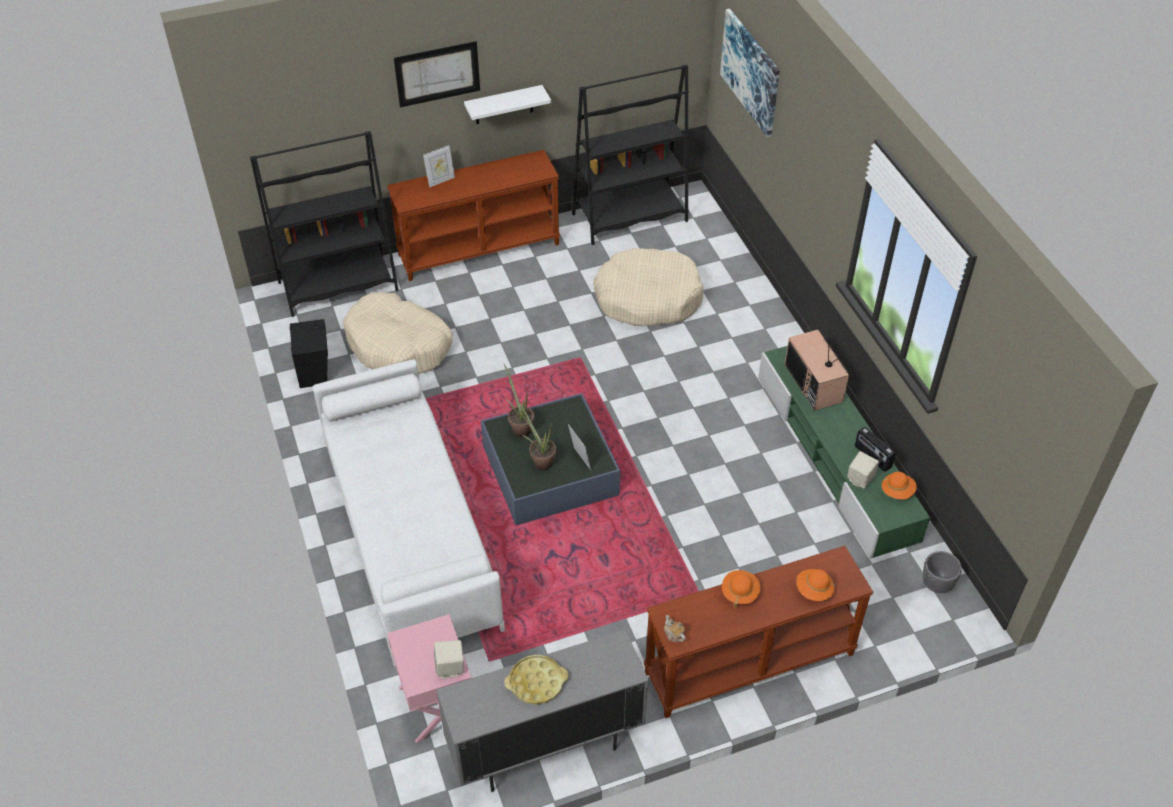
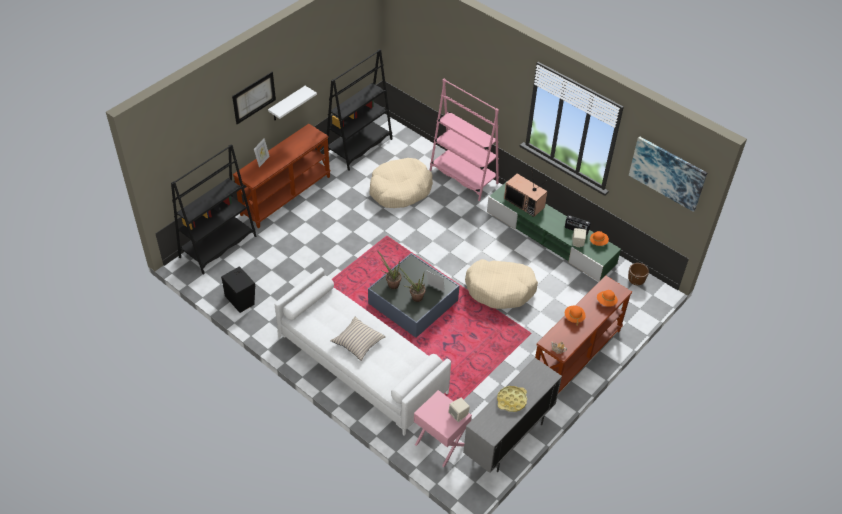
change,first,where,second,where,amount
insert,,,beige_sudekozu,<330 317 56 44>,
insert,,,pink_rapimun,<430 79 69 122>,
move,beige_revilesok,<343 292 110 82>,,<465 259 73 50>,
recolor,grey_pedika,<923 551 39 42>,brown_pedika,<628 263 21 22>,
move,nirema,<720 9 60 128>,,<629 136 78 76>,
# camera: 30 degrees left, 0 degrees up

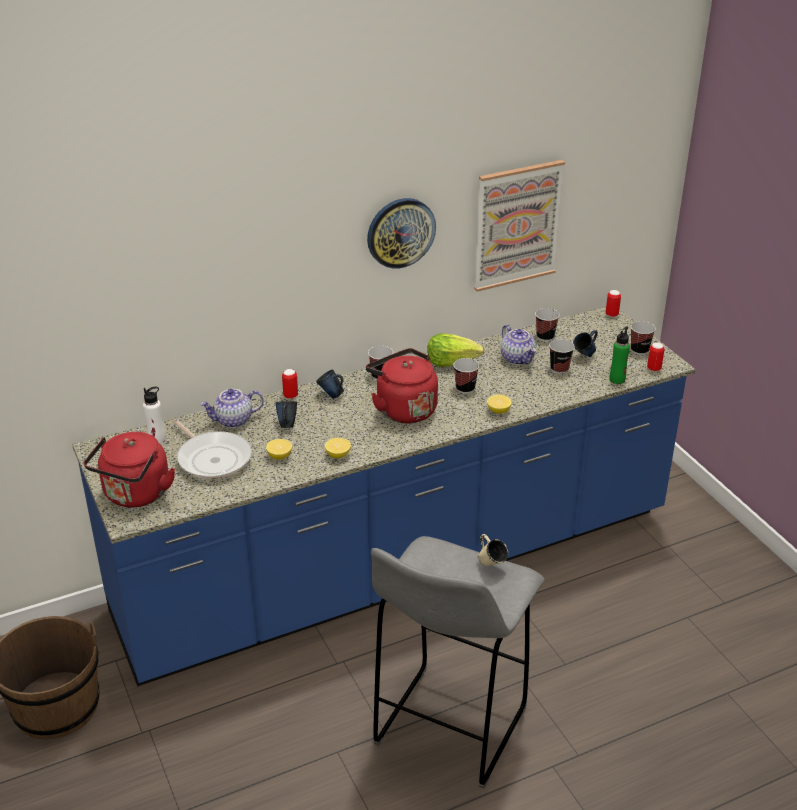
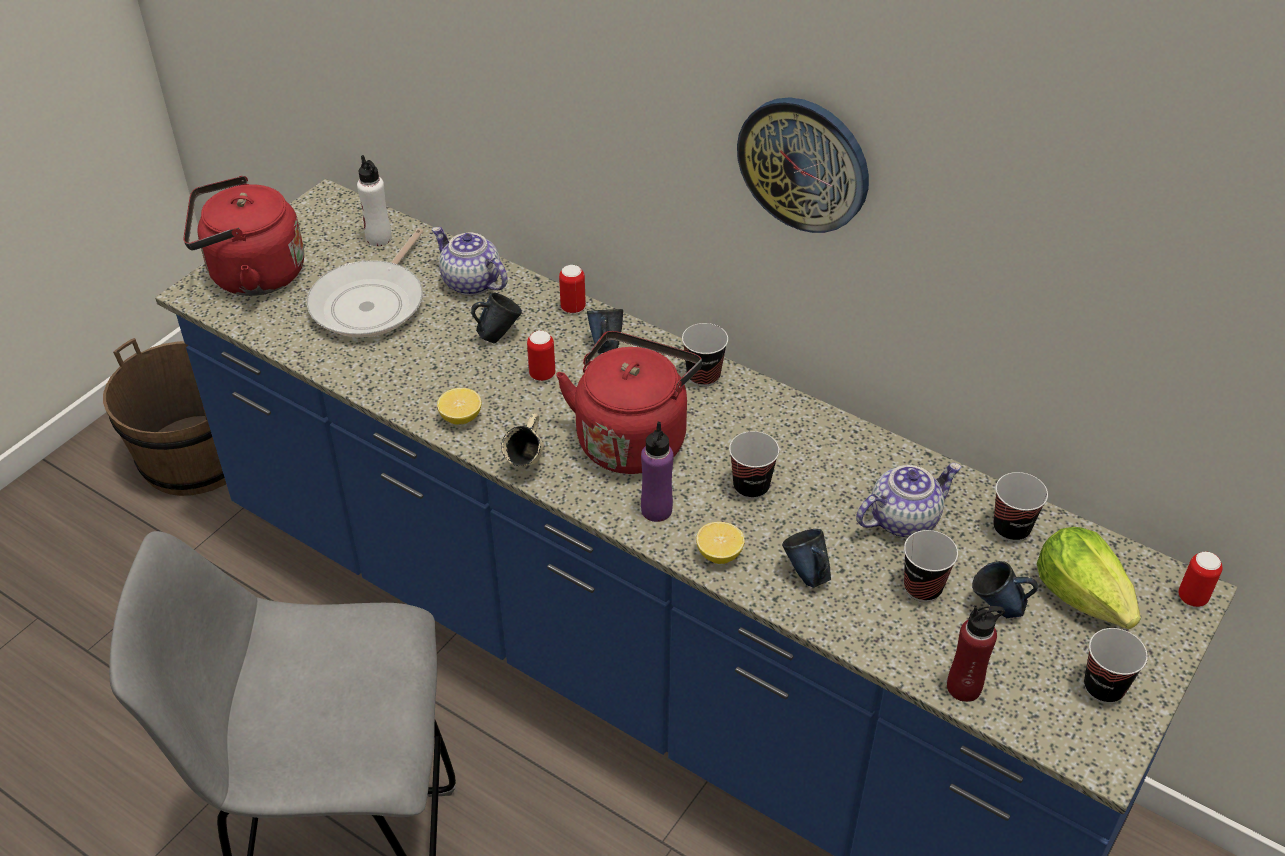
change,first,where,second,where,amount
move,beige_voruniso,<478 534 30 32>,,<501 413 43 53>,
move,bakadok,<647 343 18 29>,,<527 331 28 50>,
insert,,,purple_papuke,<641 422 33 100>,
insert,,,blue_voruniso,<782 529 49 59>,
rotate,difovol,<501 325 35 40>,,<856 463 105 75>,150 degrees counterclockwise
recolor,green_papuke,<609 326 21 58>,red_papuke,<947 605 58 97>,
move,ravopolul,<427 333 57 34>,,<1037 527 104 102>,
delete,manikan,<266 439 26 21>,,,
delete,nirema,<474 160 91 132>,,,
# camera: 60 degrees right, 10 degrees up

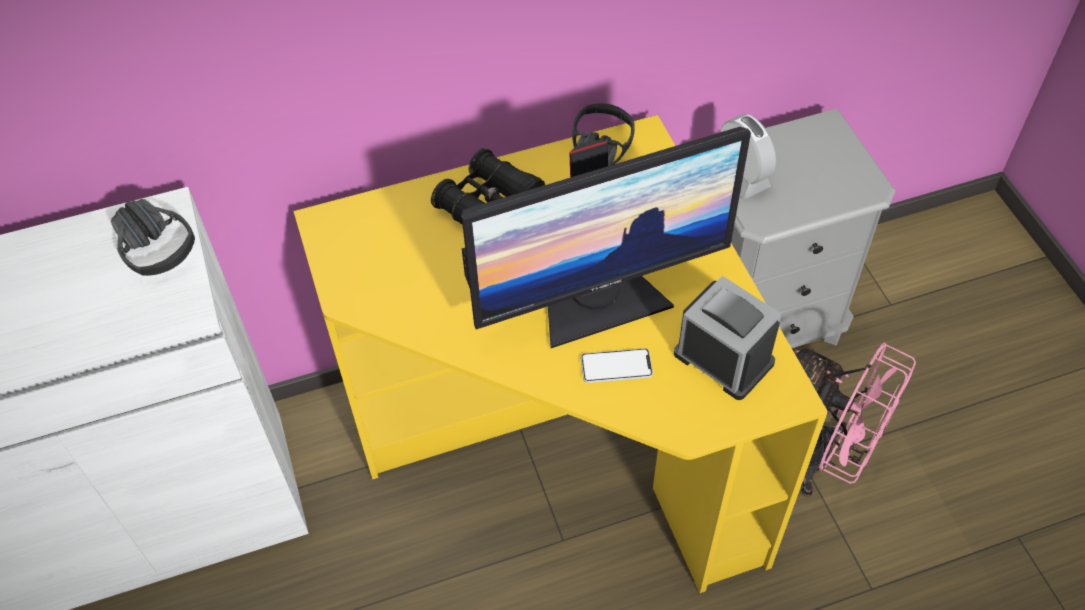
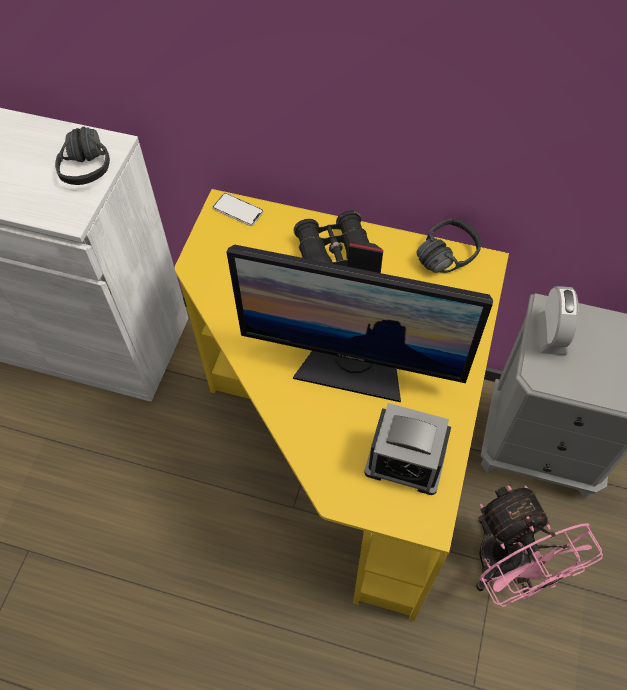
change,first,where,second,where,amount
move,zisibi,<581 348 72 35>,,<213 193 51 33>,
rotate,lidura,<674 276 107 124>,,<364 403 87 92>,120 degrees clockwise
# camera: 35 degrees right, 5 degrees up

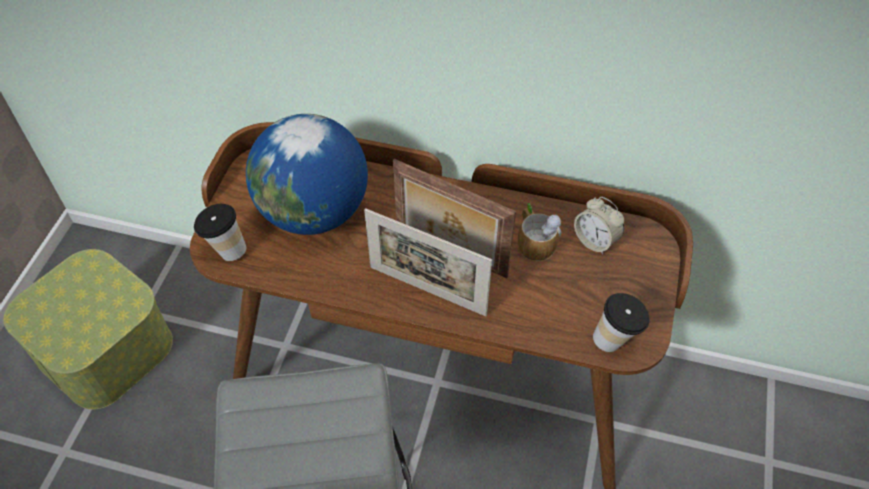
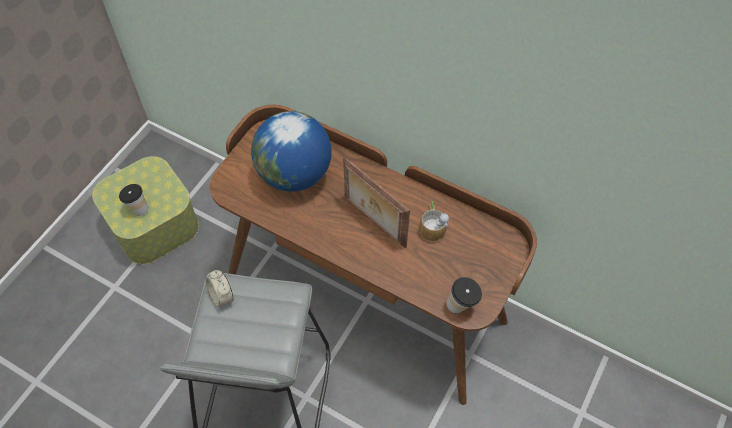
change,first,where,second,where,amount
move,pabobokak,<194 204 53 57>,,<119 184 30 32>,
move,lidura,<574 197 50 58>,,<206 270 28 38>,
delete,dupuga,<364 208 128 108>,,,
# camera: 15 degrees right, 5 degrees up

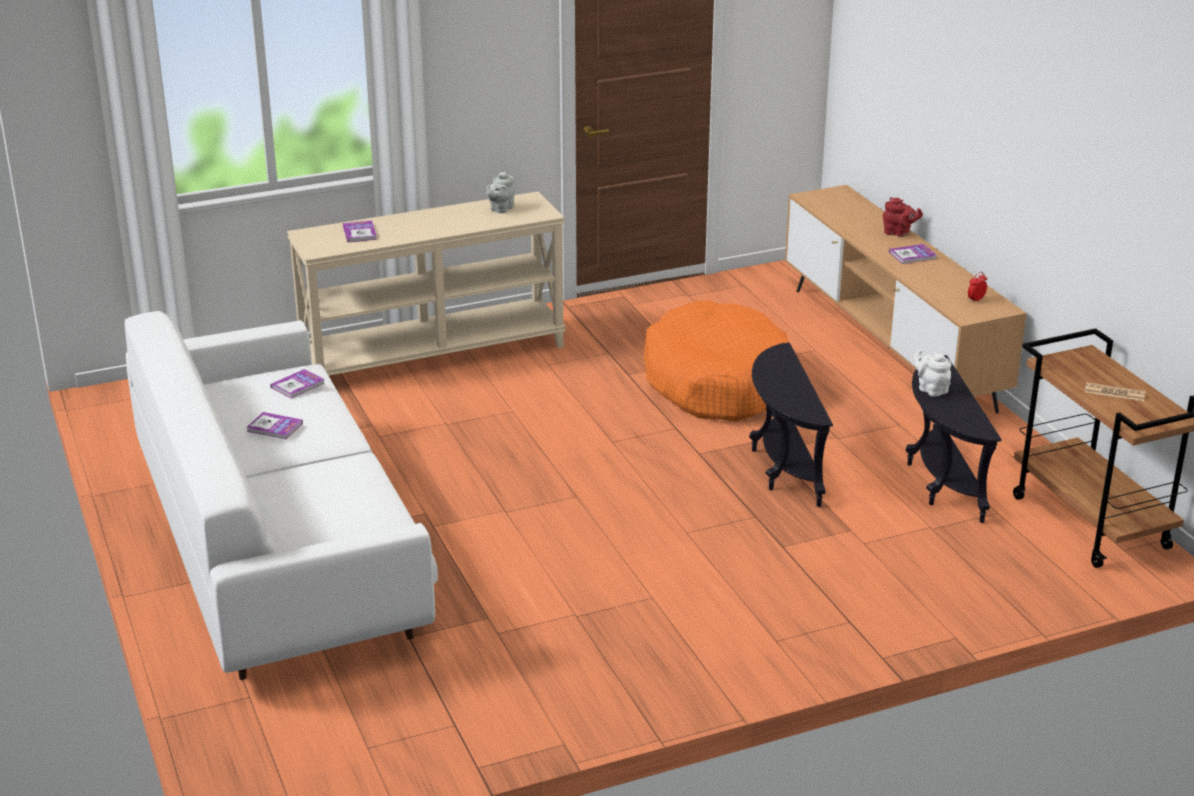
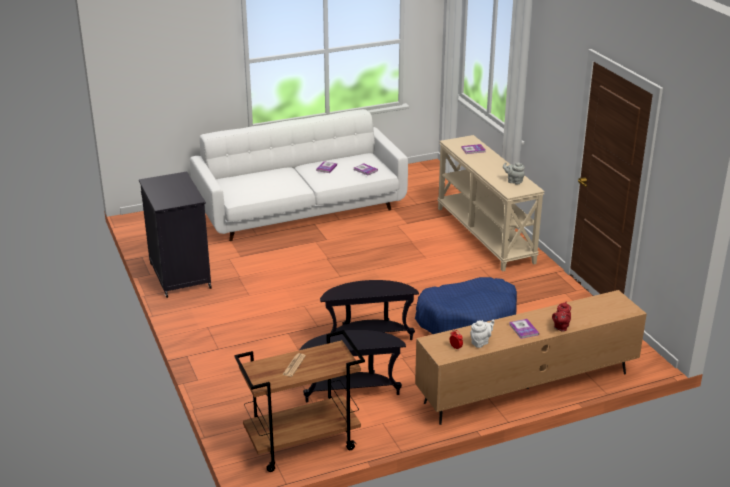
change,first,where,second,where,amount
insert,,,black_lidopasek,<139 171 73 127>,
recolor,orange_revilesok,<644 300 145 121>,blue_revilesok,<415 277 102 57>,
move,white_difovol,<914 349 37 48>,,<470 320 25 28>,
# camera: 90 degrees right, 0 degrees up

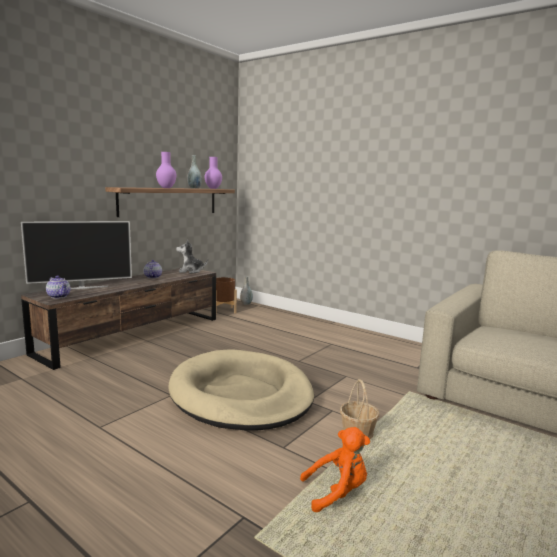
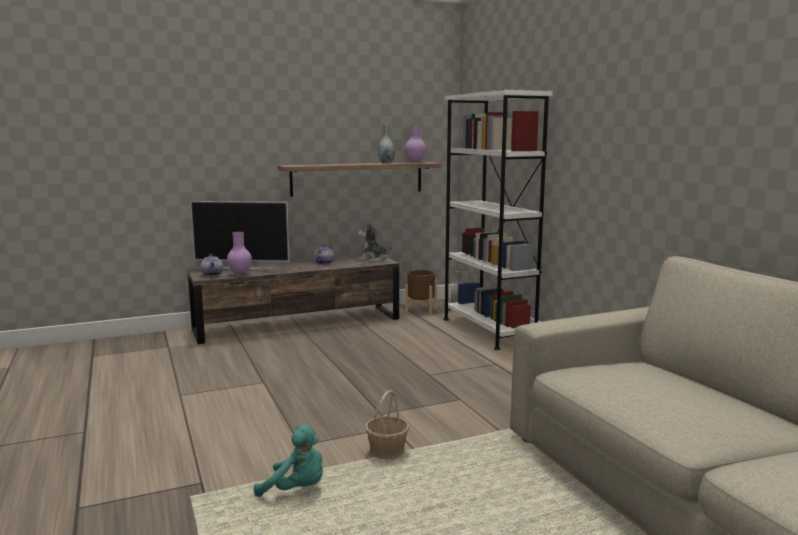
change,first,where,second,where,amount
move,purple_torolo,<156 152 20 36>,,<227 232 25 43>,
recolor,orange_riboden,<300 427 70 85>,turquoise_riboden,<254 424 69 73>,
insert,,,white_rapimun,<443 90 110 260>,
delete,beige_revilesok,<168 349 146 82>,,,
# camera: 30 degrees right, 0 degrees up

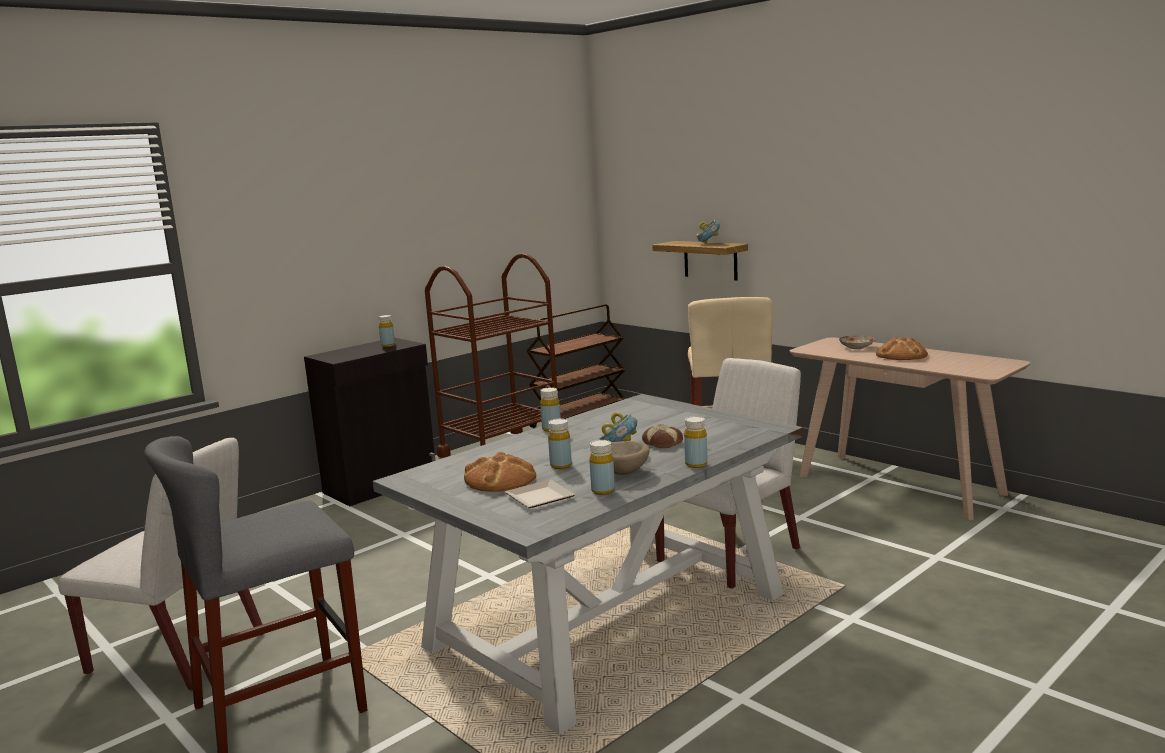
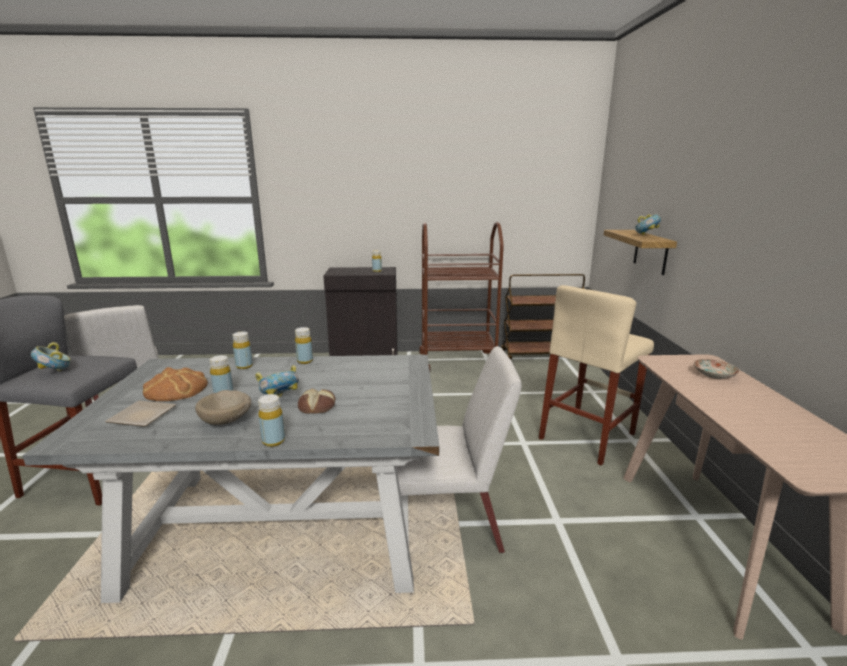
change,first,where,second,where,amount
insert,,,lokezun,<31 342 40 30>,
move,yellow_papuke,<589 440 26 55>,,<232 332 21 37>,
delete,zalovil,<876 337 52 23>,,,
# camera: 40 degrees right, 5 degrees up

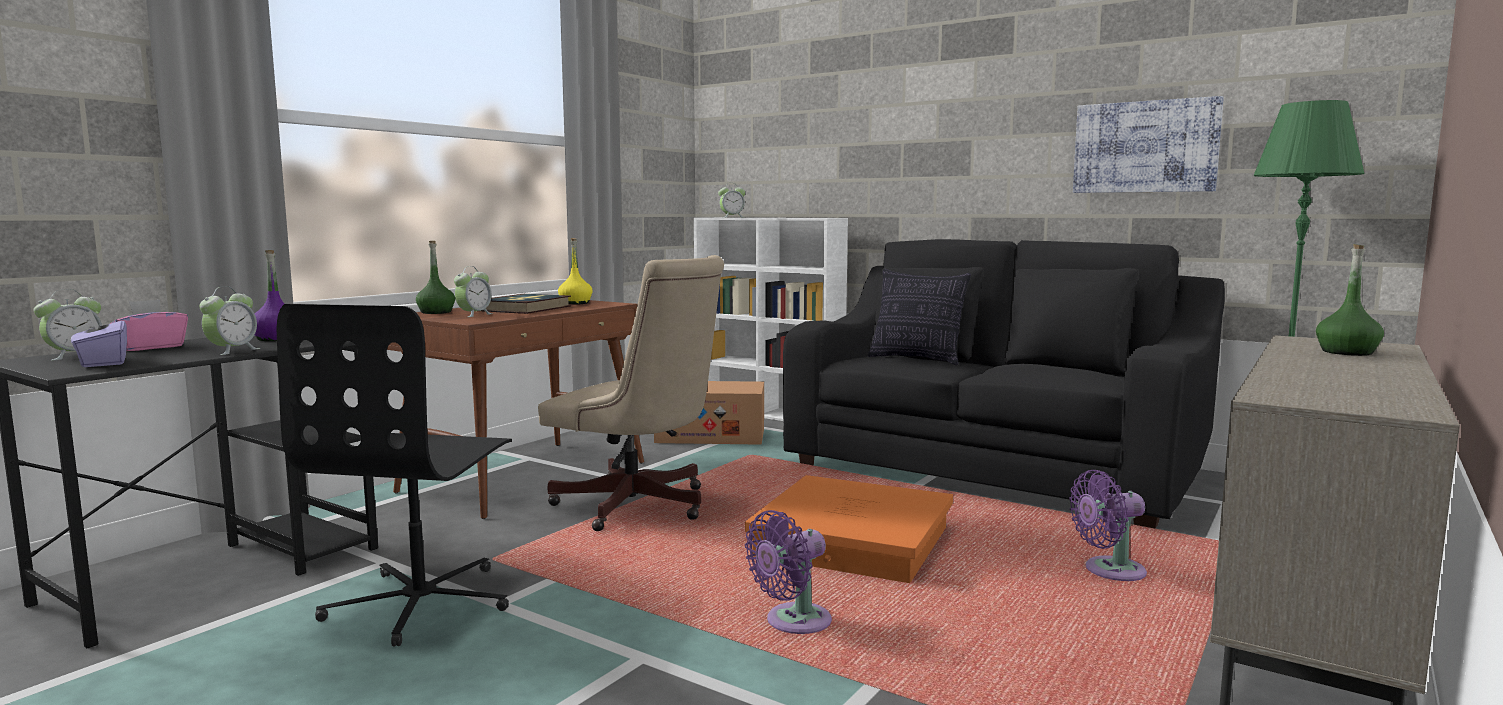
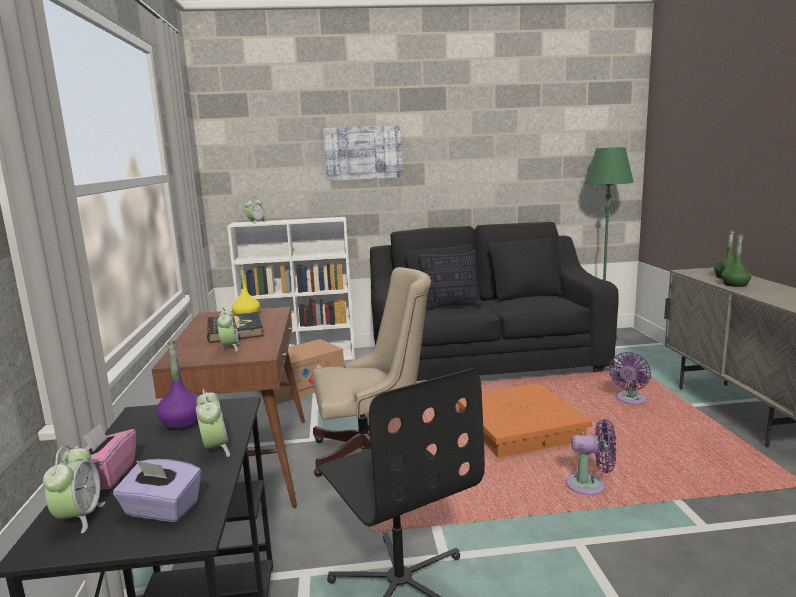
change,first,where,second,where,amount
move,nirema,<1073 96 151 97>,,<323 125 79 56>,
rotate,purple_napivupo,<745 510 87 124>,,<566 419 50 76>,90 degrees counterclockwise
move,green_papuke,<416 241 39 73>,,<721 235 31 52>,
# camera: 40 degrees left, 5 degrees up

